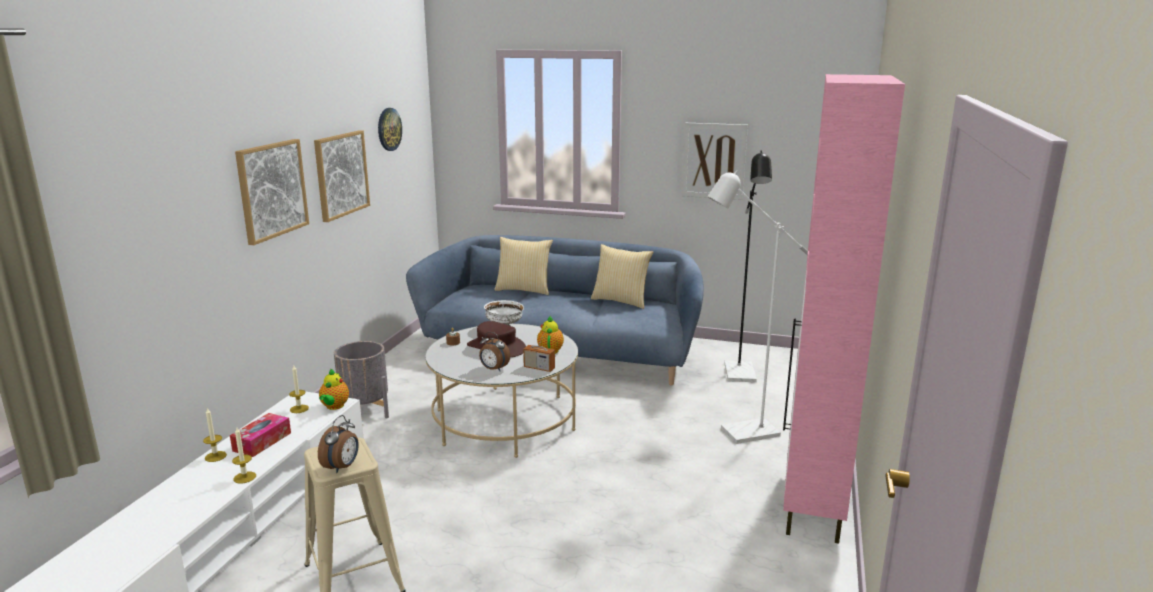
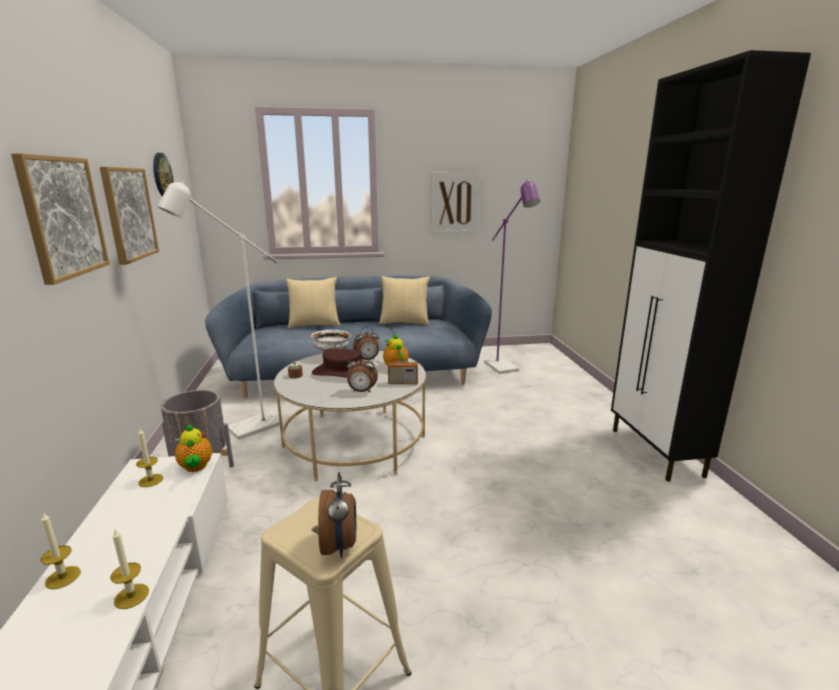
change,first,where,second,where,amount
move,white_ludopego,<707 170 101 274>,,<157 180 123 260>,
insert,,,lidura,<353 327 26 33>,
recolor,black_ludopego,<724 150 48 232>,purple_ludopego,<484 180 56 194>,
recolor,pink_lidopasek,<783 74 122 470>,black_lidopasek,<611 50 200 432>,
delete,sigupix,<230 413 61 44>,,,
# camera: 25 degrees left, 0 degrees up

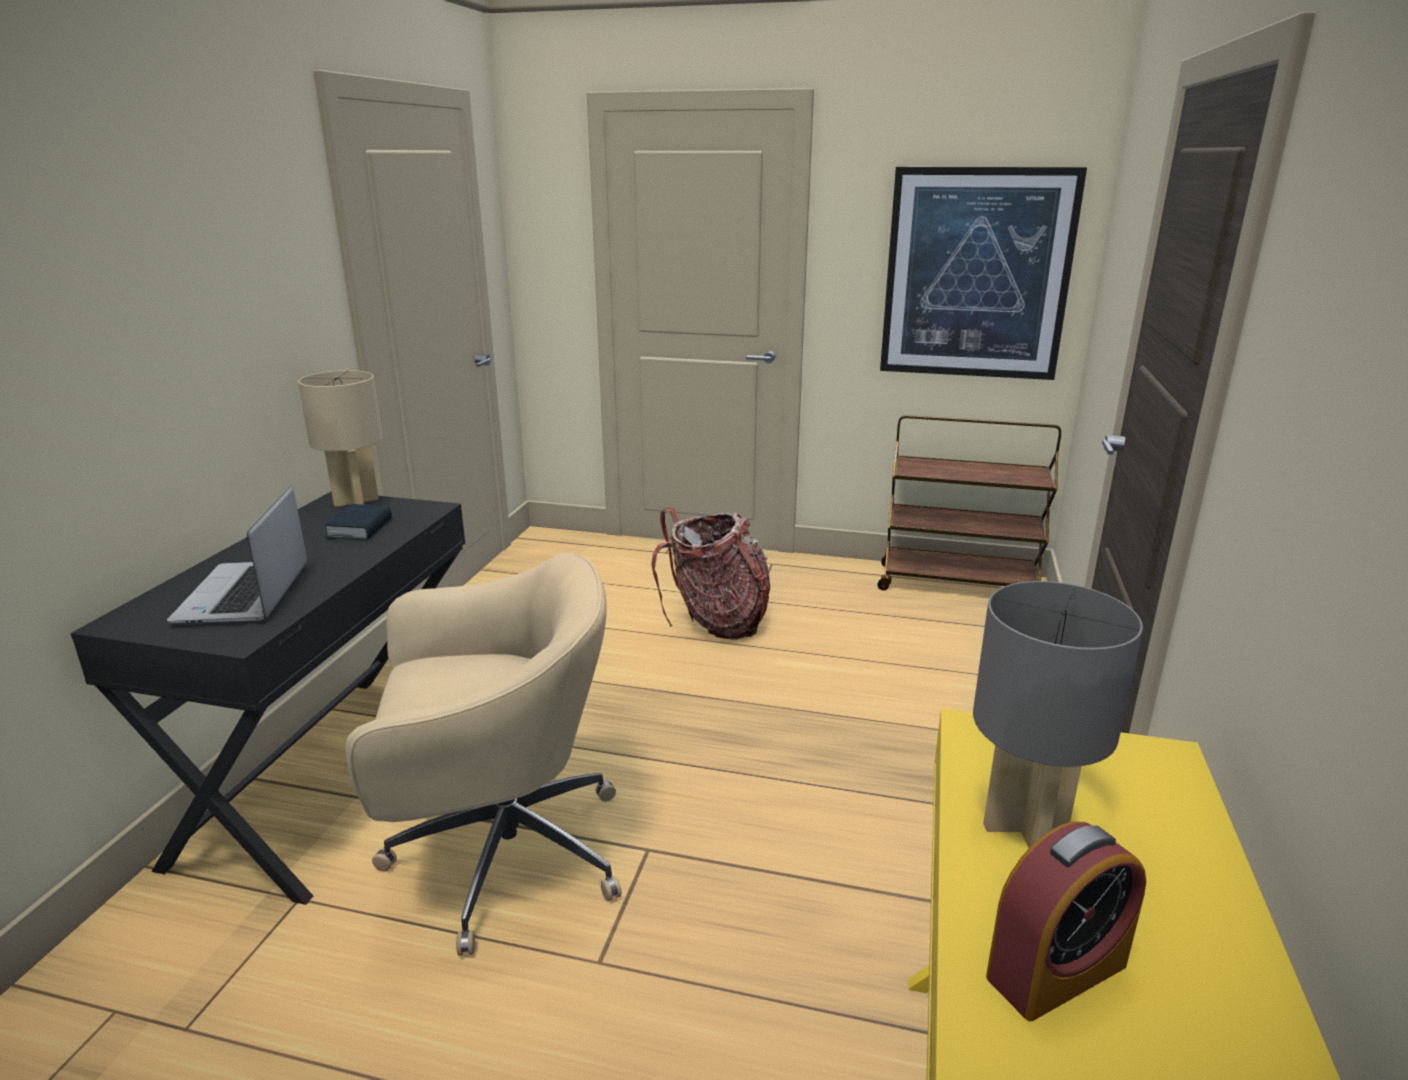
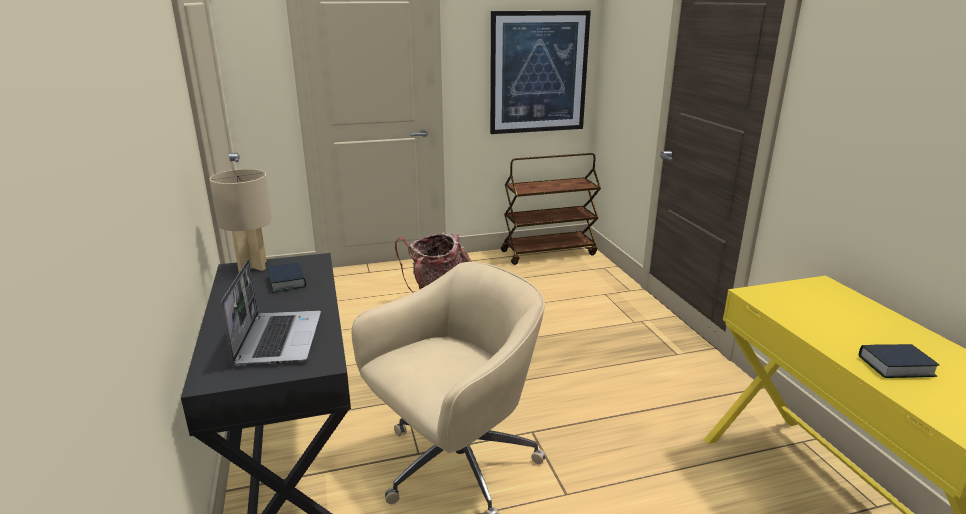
change,first,where,second,where,amount
rotate,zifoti,<167 486 140 139>,,<221 259 100 107>,150 degrees counterclockwise
replace,lidura,<986 822 160 199>,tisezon,<859 344 80 34>,
delete,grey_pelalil,<973 581 170 267>,,,
# camera: 30 degrees left, 0 degrees up

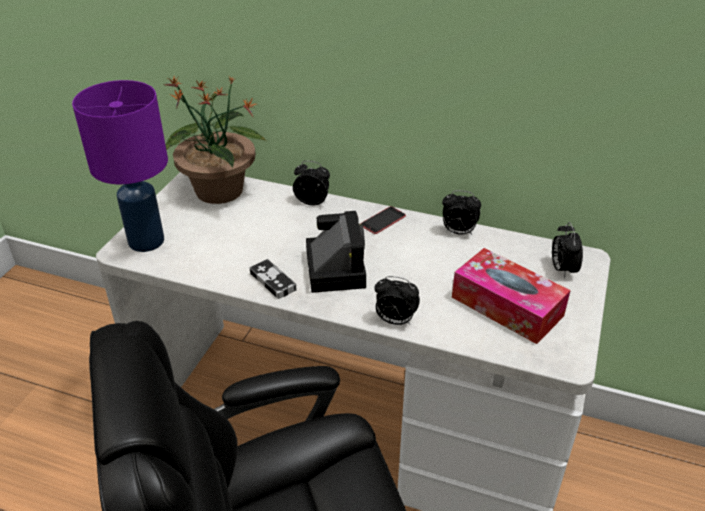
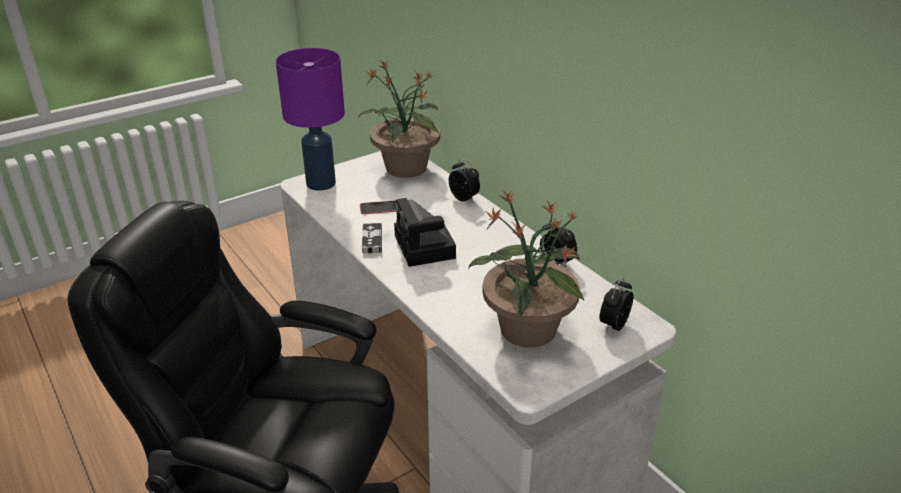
change,first,where,second,where,amount
move,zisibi,<361 206 45 28>,,<360 200 36 14>,
rotate,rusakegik,<306 211 60 82>,,<394 198 62 69>,135 degrees clockwise
replace,sigupix,<452 248 119 96>,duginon,<468 190 116 158>,
delete,lidura,<374 276 46 49>,,,
# camera: 35 degrees right, 5 degrees down

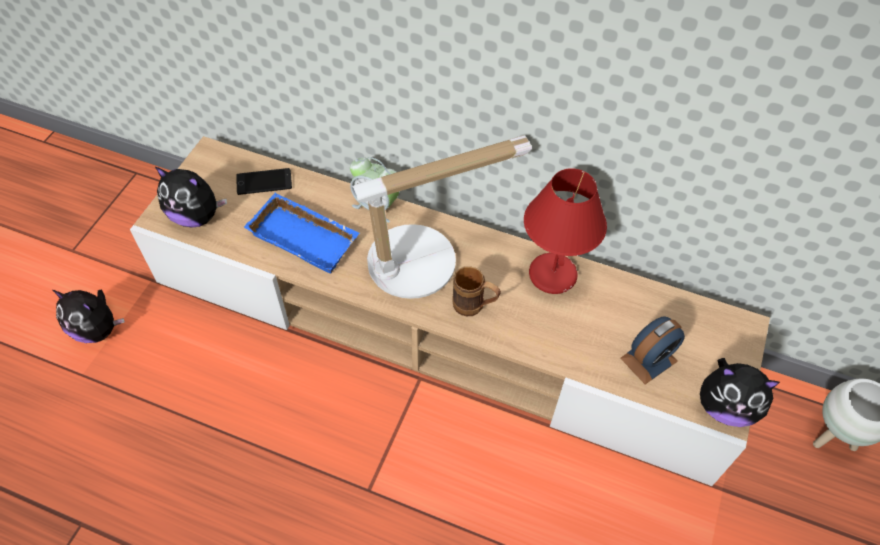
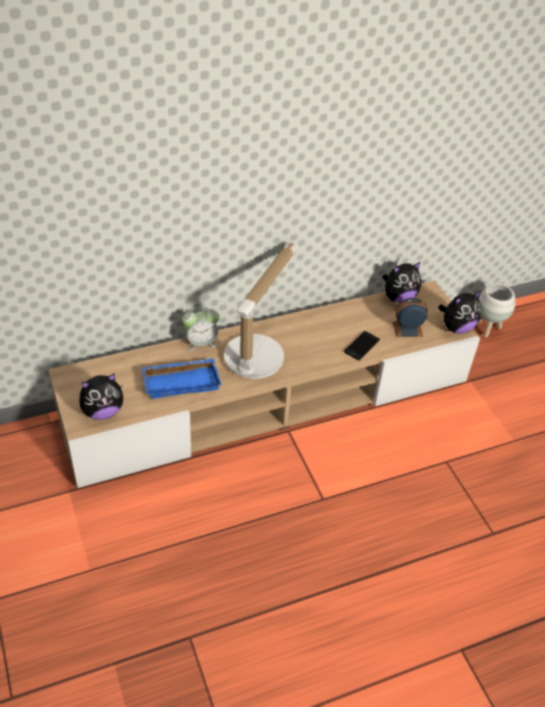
change,first,where,second,where,amount
move,zisibi,<236 168 56 27>,,<344 331 36 30>,
move,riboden,<52 290 73 53>,,<382 262 39 41>,
rotate,lidura,<621 316 64 68>,,<393 298 35 39>,105 degrees counterclockwise
delete,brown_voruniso,<452 266 49 50>,,,
delete,red_pelalil,<524 168 83 126>,,,
# camera: 45 degrees left, 10 degrees down

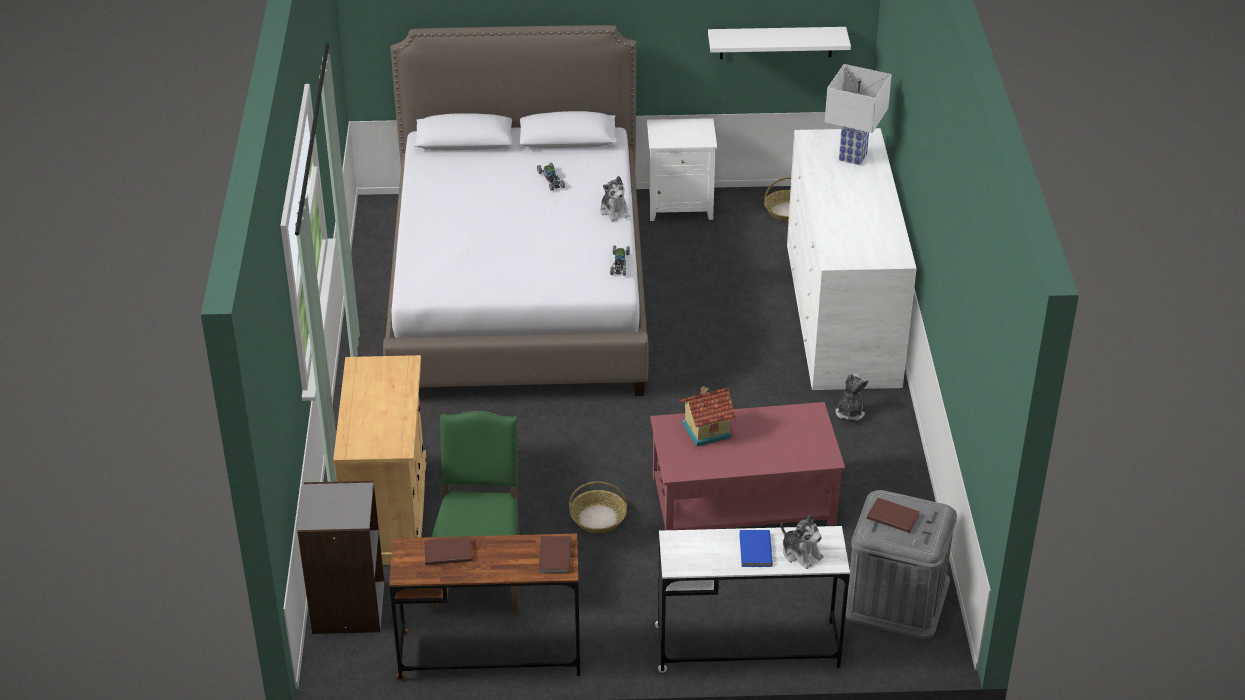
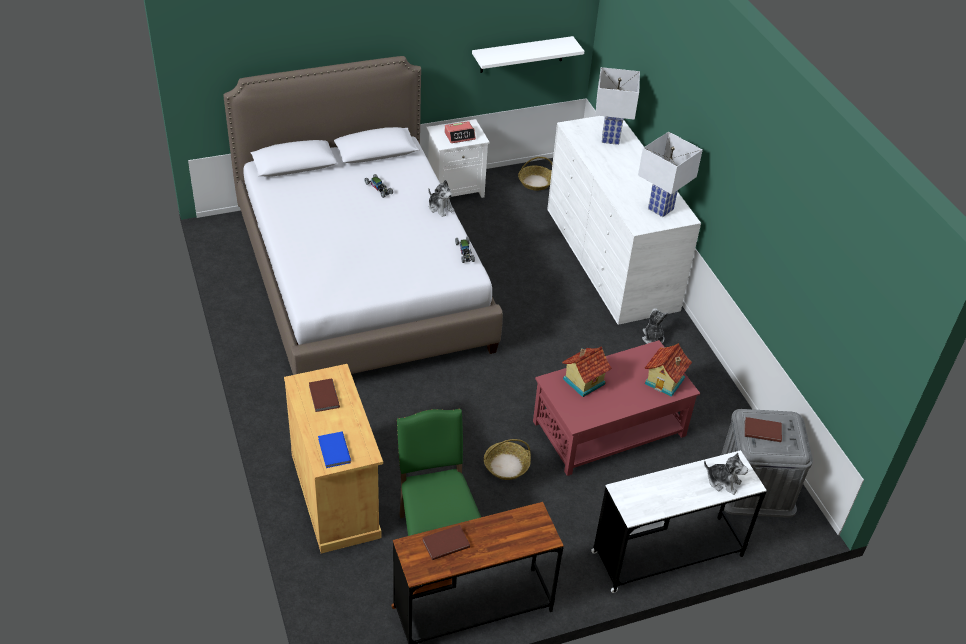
change,first,where,second,where,amount
move,brown_tisezon,<538 536 33 38>,,<309 379 31 33>,
move,blue_tisezon,<739 530 34 37>,,<318 432 33 36>,
insert,,,lidura,<445 121 31 22>,
insert,,,white_pelalil,<638 132 65 85>,
insert,,,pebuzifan,<645 343 47 54>,
delete,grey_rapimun,<297 481 87 153>,,,
# camera: 20 degrees left, 5 degrees up

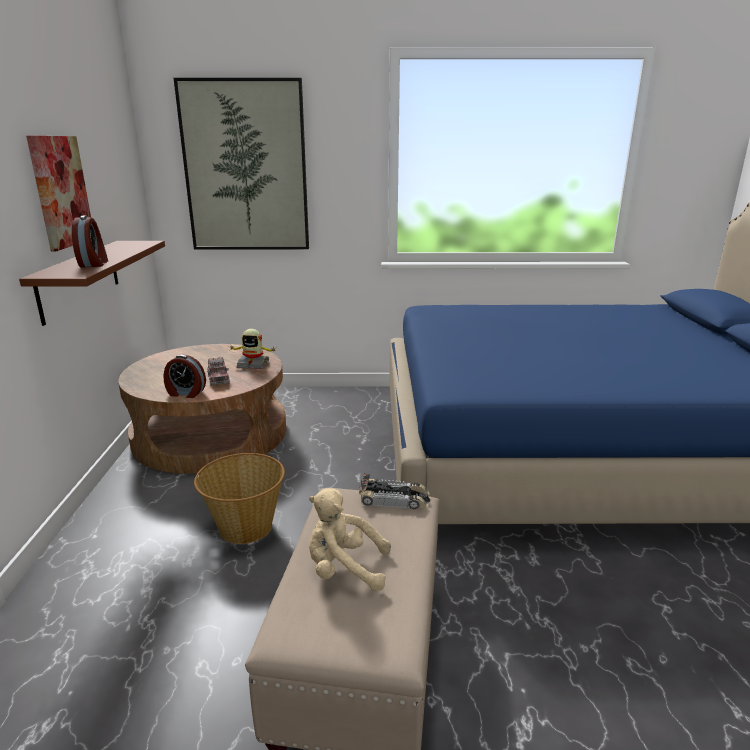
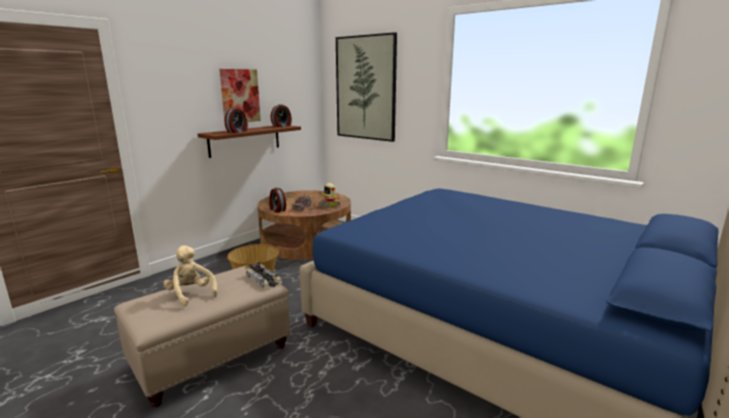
change,first,where,second,where,amount
insert,,,lidura,<271 104 21 23>,
# camera: 40 degrees right, 5 degrees down

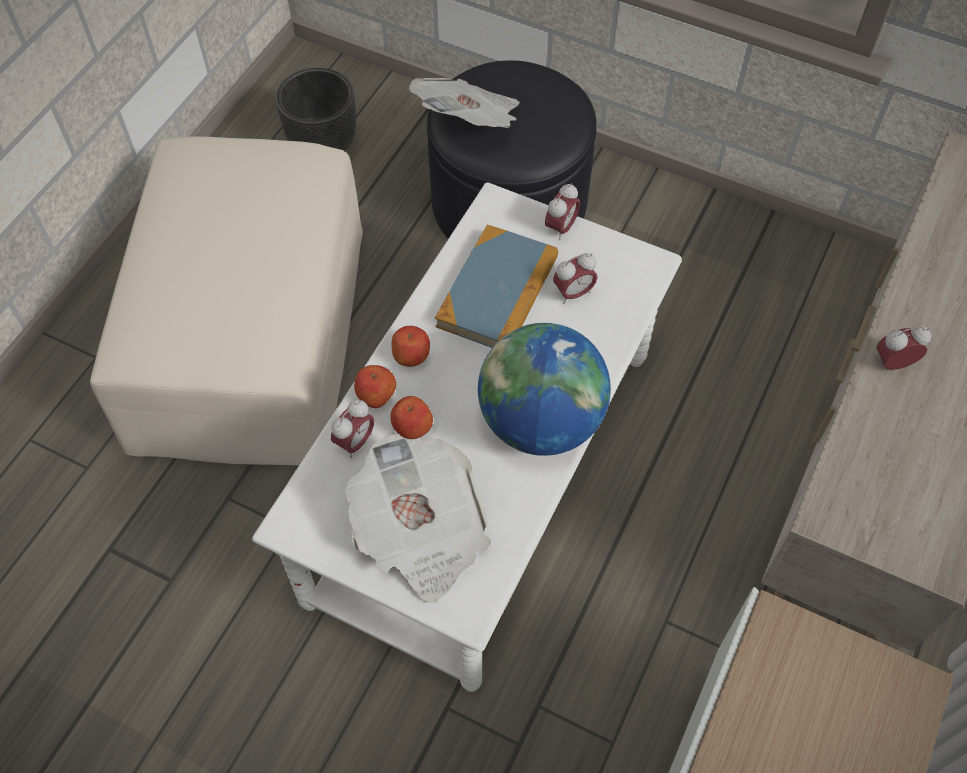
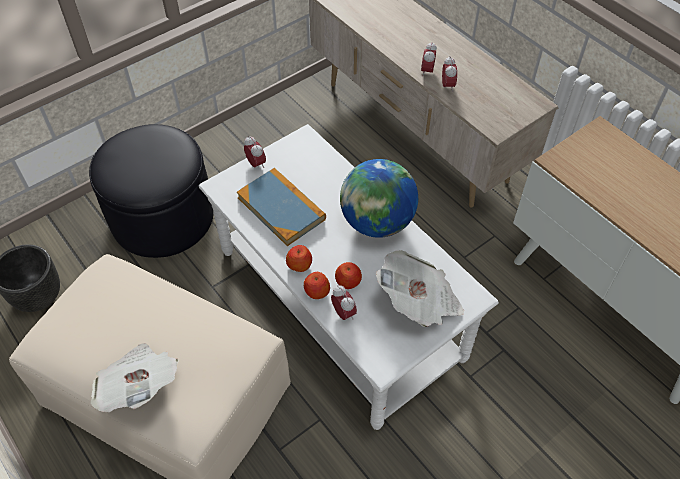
change,first,where,second,where,amount
move,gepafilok,<409 78 110 50>,,<91 343 87 69>,
move,lidura,<553 253 44 51>,,<442 57 15 35>,
# camera: 65 degrees left, 5 degrees down

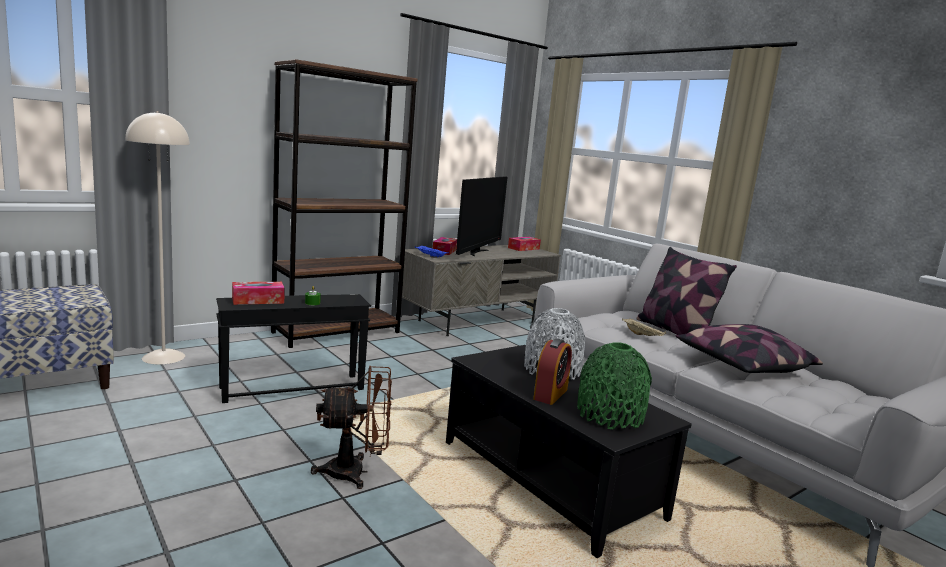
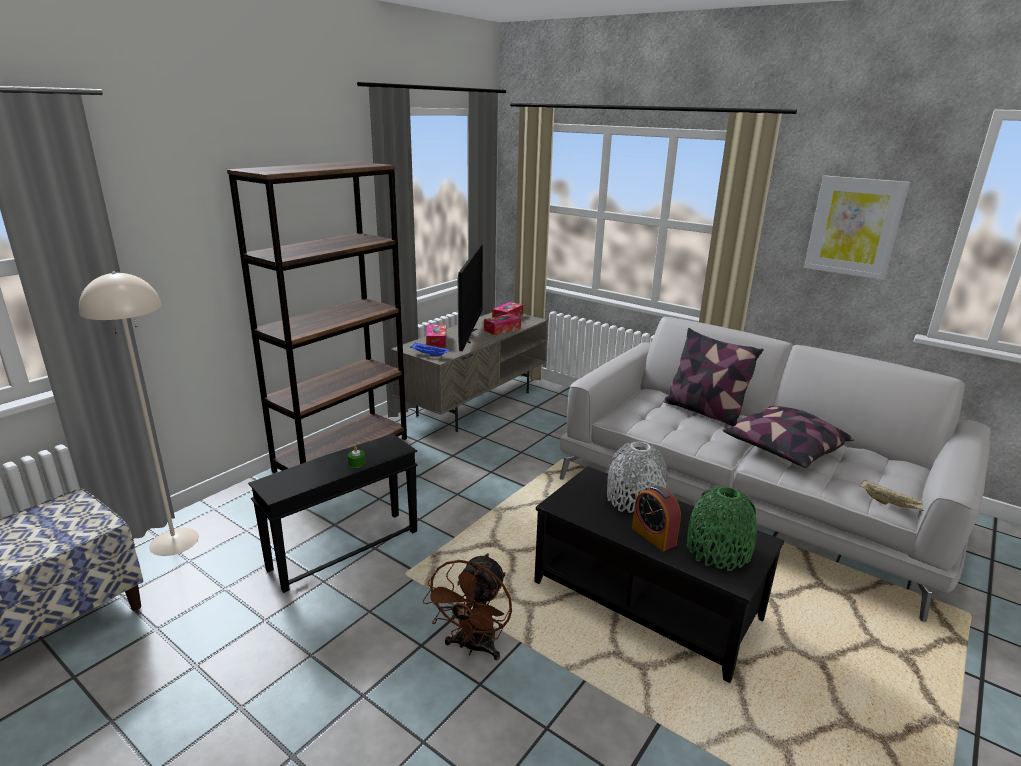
change,first,where,second,where,amount
rotate,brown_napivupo,<311 366 81 123>,,<423 553 89 108>,135 degrees clockwise
move,sigupix,<232 282 53 23>,,<484 314 37 21>,
rotate,lidura,<533 338 39 67>,,<632 485 49 66>,135 degrees clockwise
insert,,,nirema,<804 175 106 105>,
move,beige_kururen,<622 318 44 18>,,<859 480 65 31>,
# camera: 15 degrees left, 10 degrees up

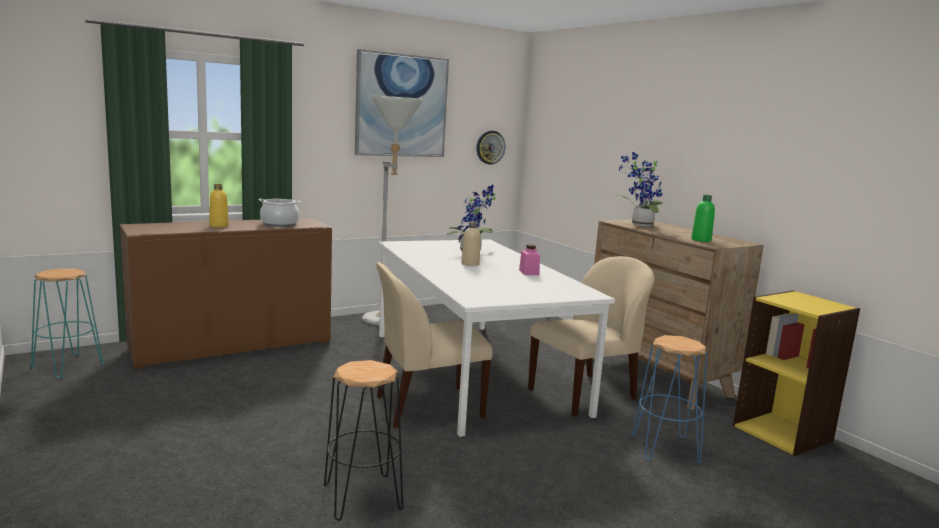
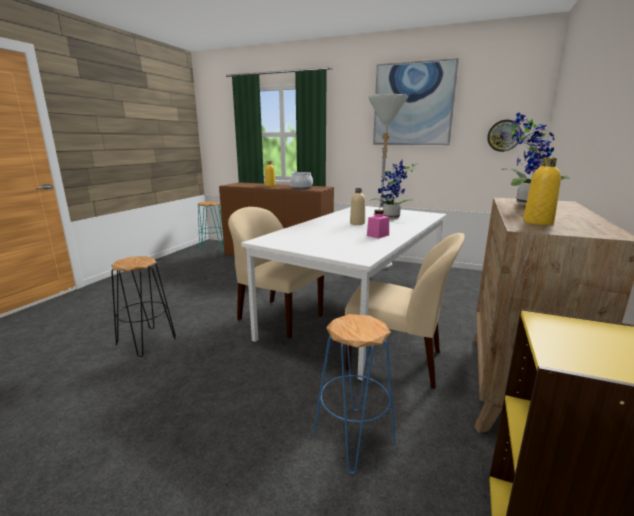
change,first,where,second,where,amount
recolor,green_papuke,<691 195 24 47>,yellow_papuke,<523 157 38 68>,
# camera: 55 degrees right, 5 degrees up

